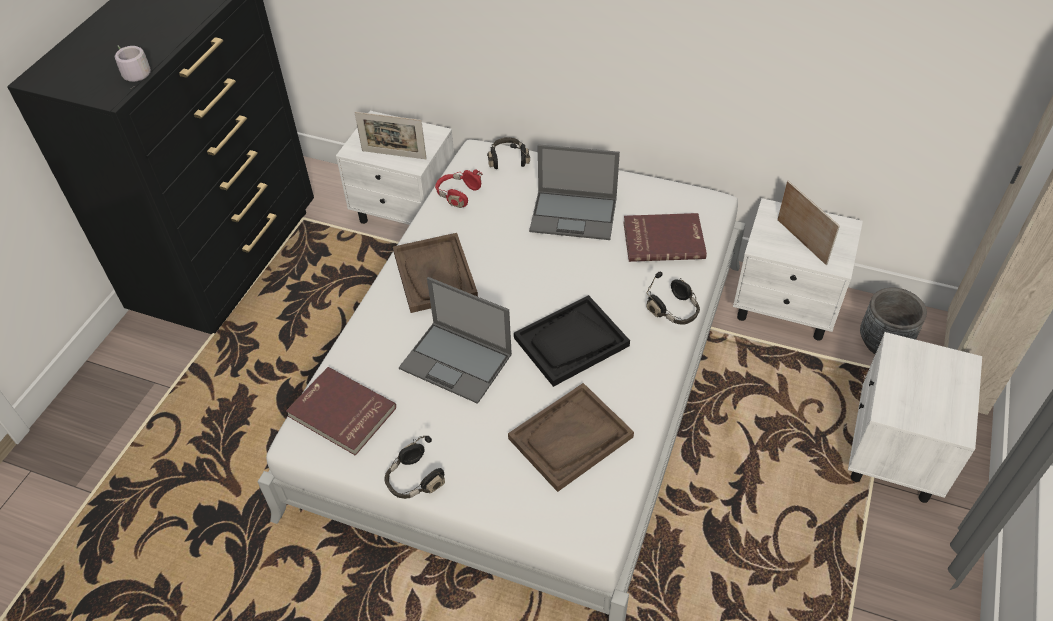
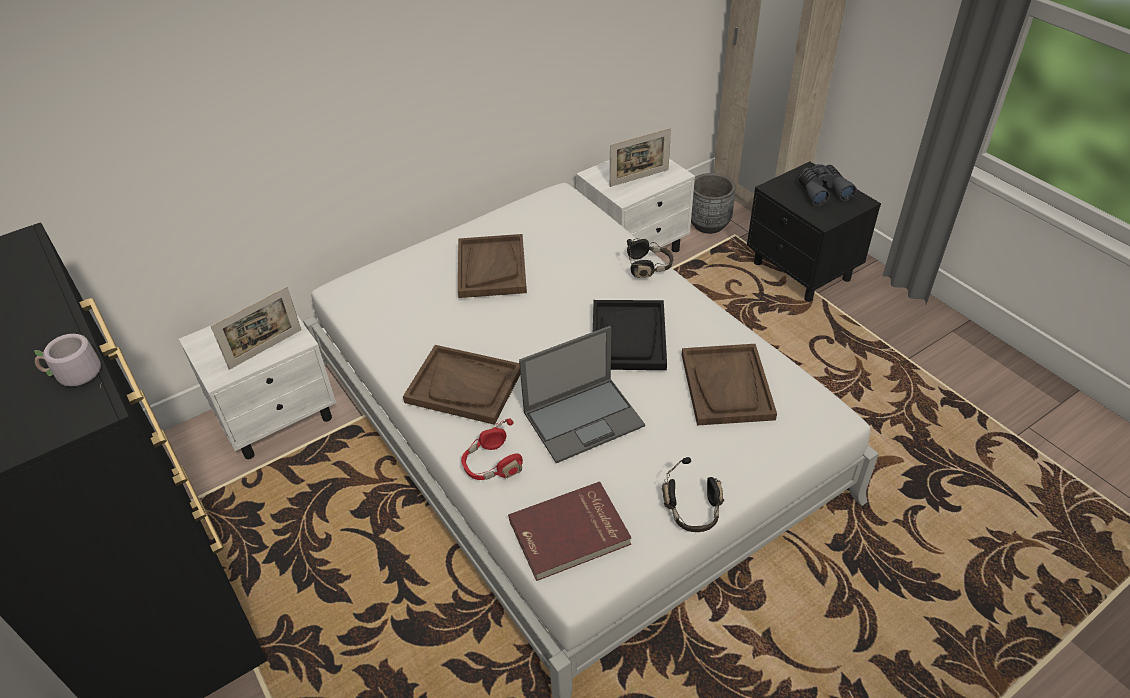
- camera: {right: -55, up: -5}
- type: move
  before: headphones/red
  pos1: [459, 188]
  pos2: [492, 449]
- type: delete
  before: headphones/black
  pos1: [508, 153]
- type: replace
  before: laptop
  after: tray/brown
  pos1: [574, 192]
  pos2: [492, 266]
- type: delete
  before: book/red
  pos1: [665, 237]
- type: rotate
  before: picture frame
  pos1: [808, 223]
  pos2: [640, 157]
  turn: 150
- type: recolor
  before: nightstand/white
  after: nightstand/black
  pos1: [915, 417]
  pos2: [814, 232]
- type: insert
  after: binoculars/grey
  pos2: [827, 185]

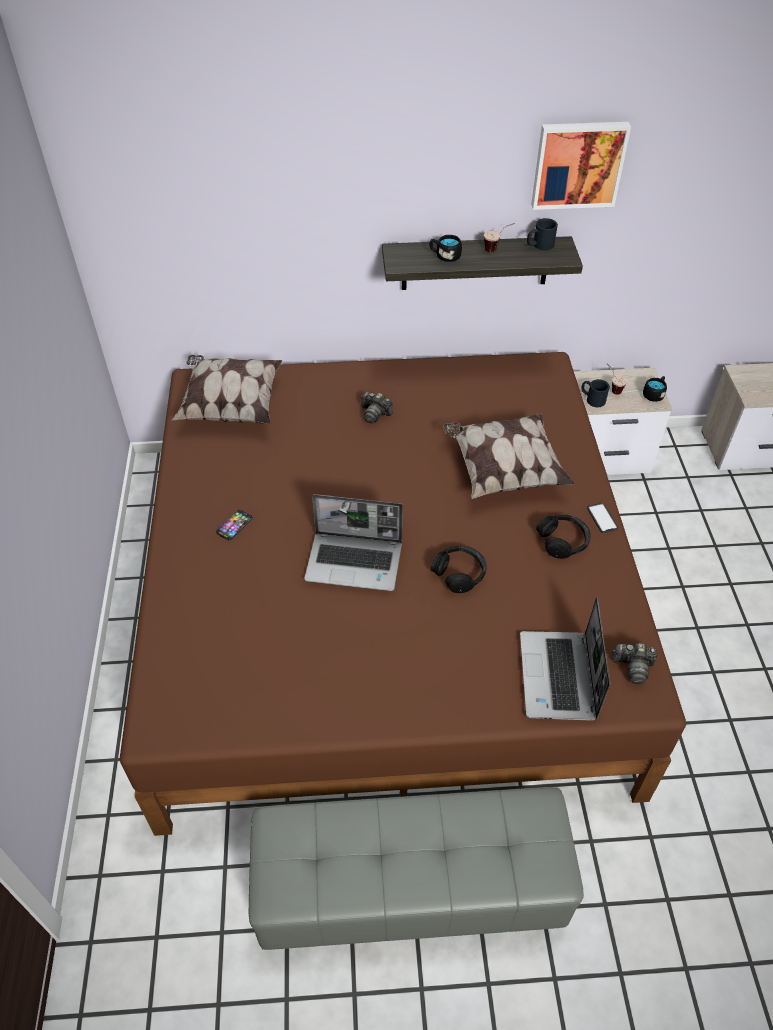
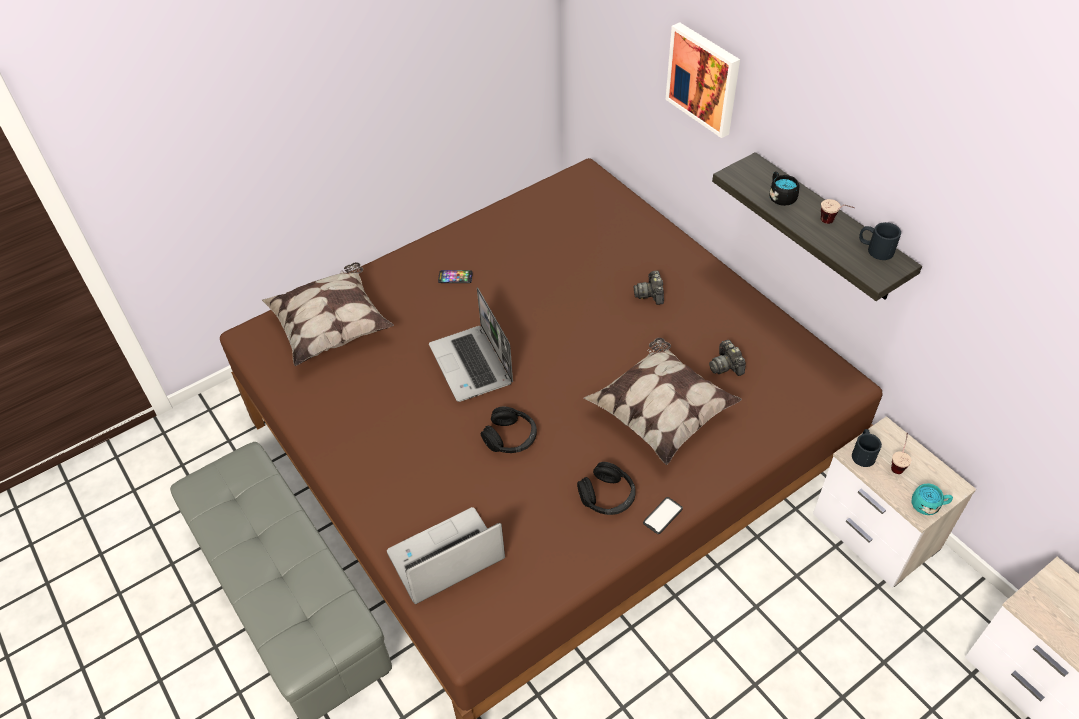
- camera: {right: 60, up: 0}
- type: move
  before: pillow
  pos1: [227, 389]
  pos2: [328, 314]
- type: move
  before: picture
  pos1: [581, 166]
  pos2: [702, 80]
- type: move
  before: photo camera
  pos1: [634, 663]
  pos2: [727, 358]
- type: recolor
  before: mug/black
  after: mug/turquoise
  pos1: [655, 389]
  pos2: [932, 499]

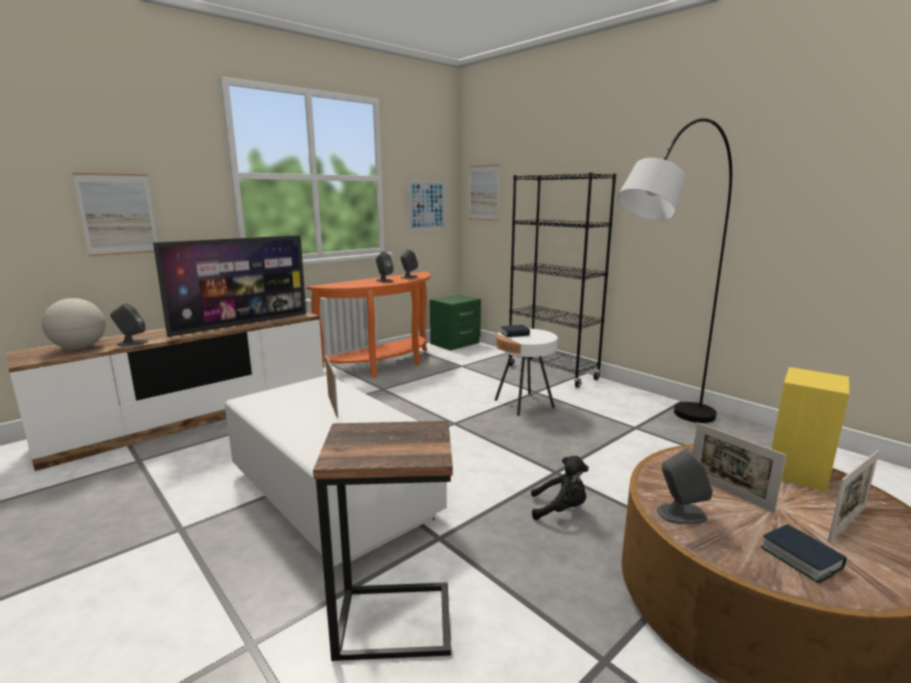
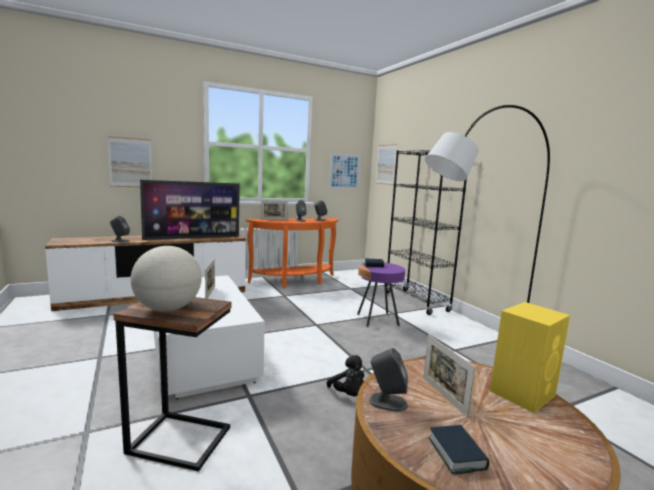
- camera: {right: 15, up: -5}
- type: move
  before: globe
  pos1: [74, 323]
  pos2: [166, 278]
- type: delete
  before: nightstand/green
  pos1: [455, 322]
- type: recolor
  before: side table/white
  after: side table/purple
  pos1: [526, 372]
  pos2: [381, 294]
- type: rotate
  before: plush toy/black
  pos1: [560, 488]
  pos2: [345, 375]
  turn: 45
- type: move
  before: picture frame
  pos1: [853, 496]
  pos2: [274, 210]

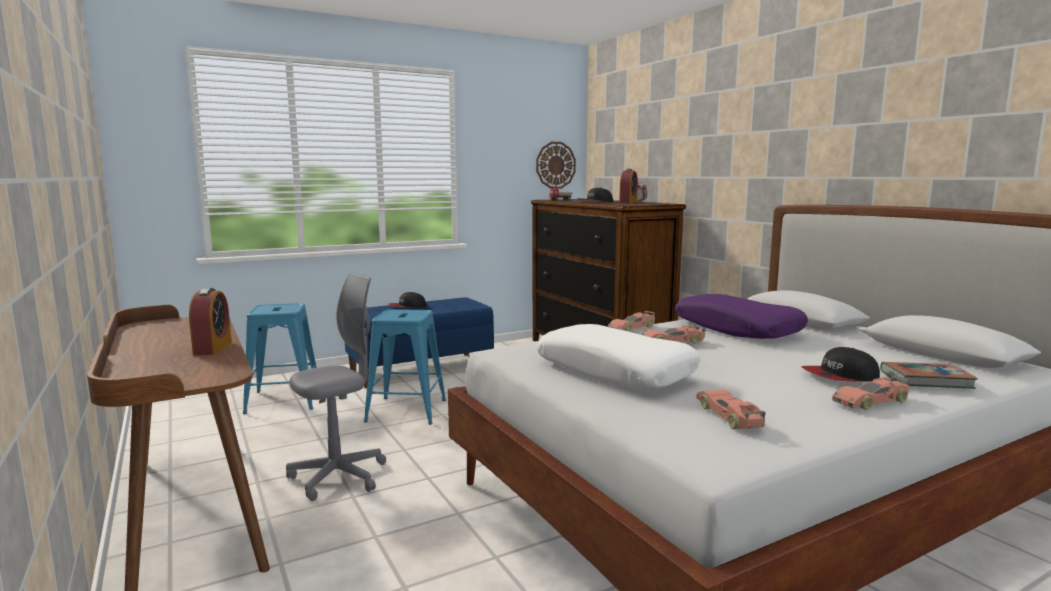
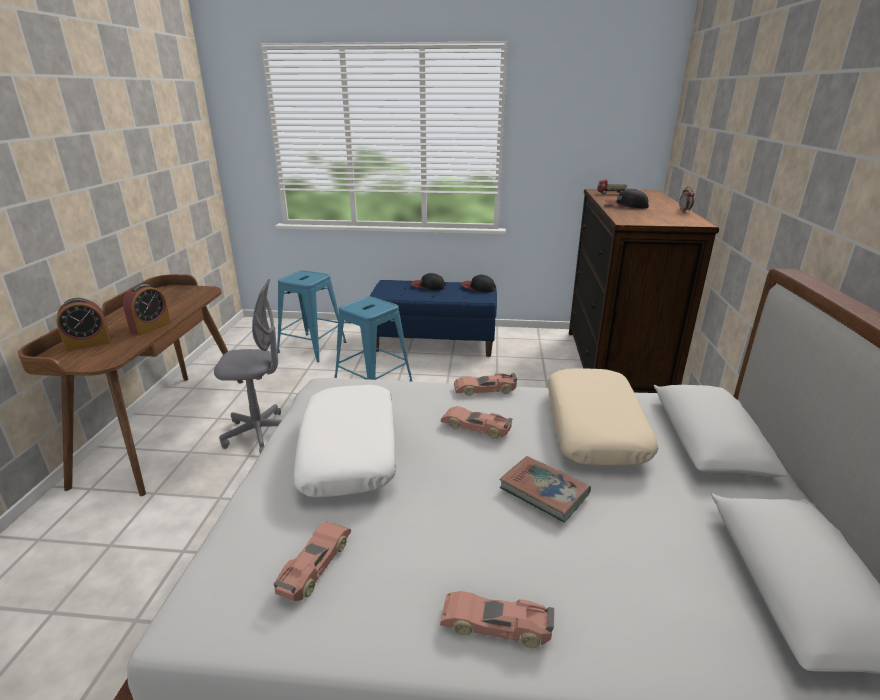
- camera: {right: 35, up: 15}
- type: delete
  before: wall clock
  pos1: [556, 165]
- type: move
  before: alarm clock
  pos1: [628, 186]
  pos2: [83, 324]
- type: recolor
  before: pillow/purple
  after: pillow/beige
  pos1: [741, 316]
  pos2: [603, 417]
- type: move
  before: cap
  pos1: [840, 364]
  pos2: [478, 283]
- type: move
  before: book
  pos1: [929, 375]
  pos2: [545, 489]

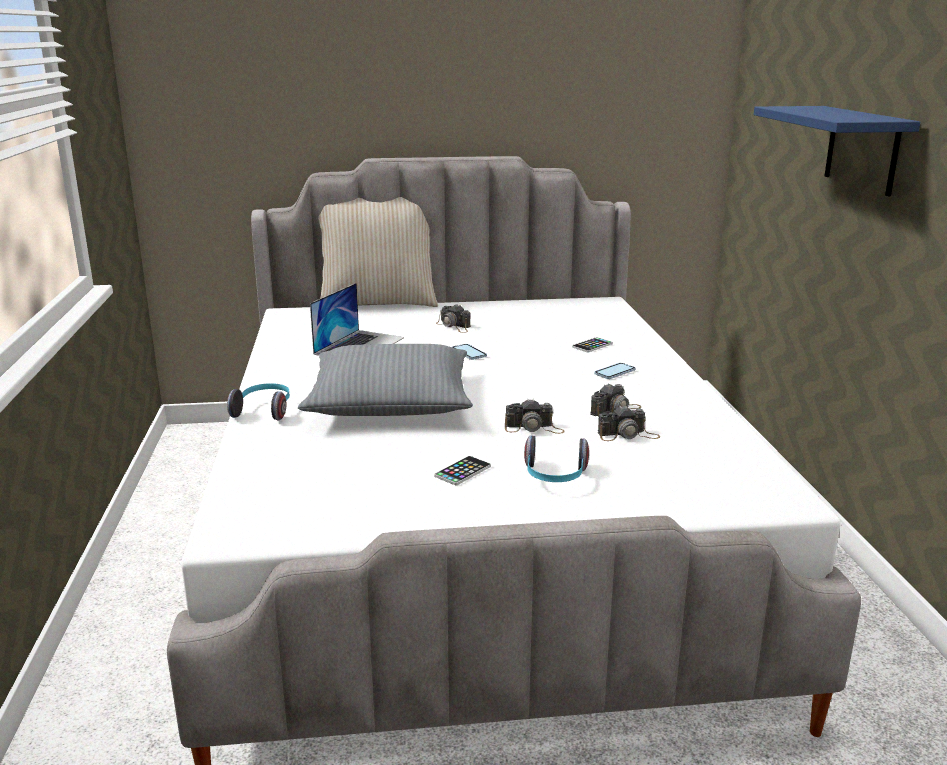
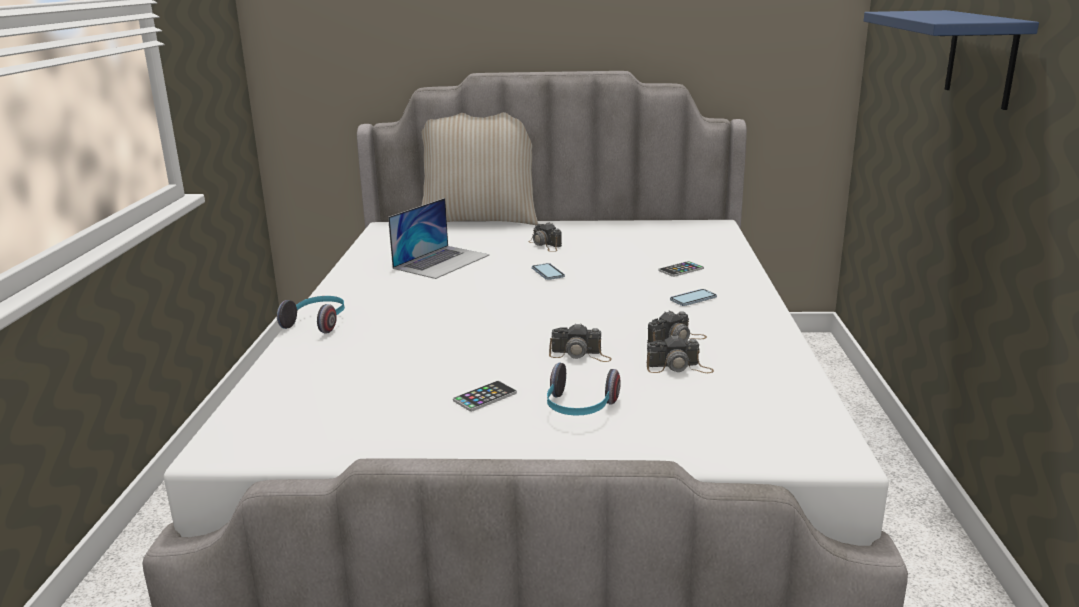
- camera: {right: 10, up: 0}
- type: delete
  before: pillow/grey
  pos1: [385, 380]

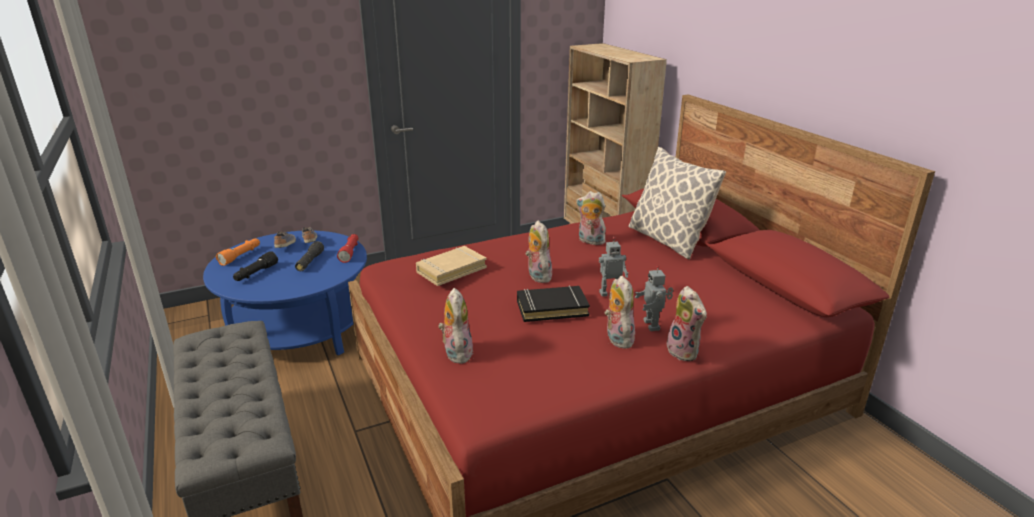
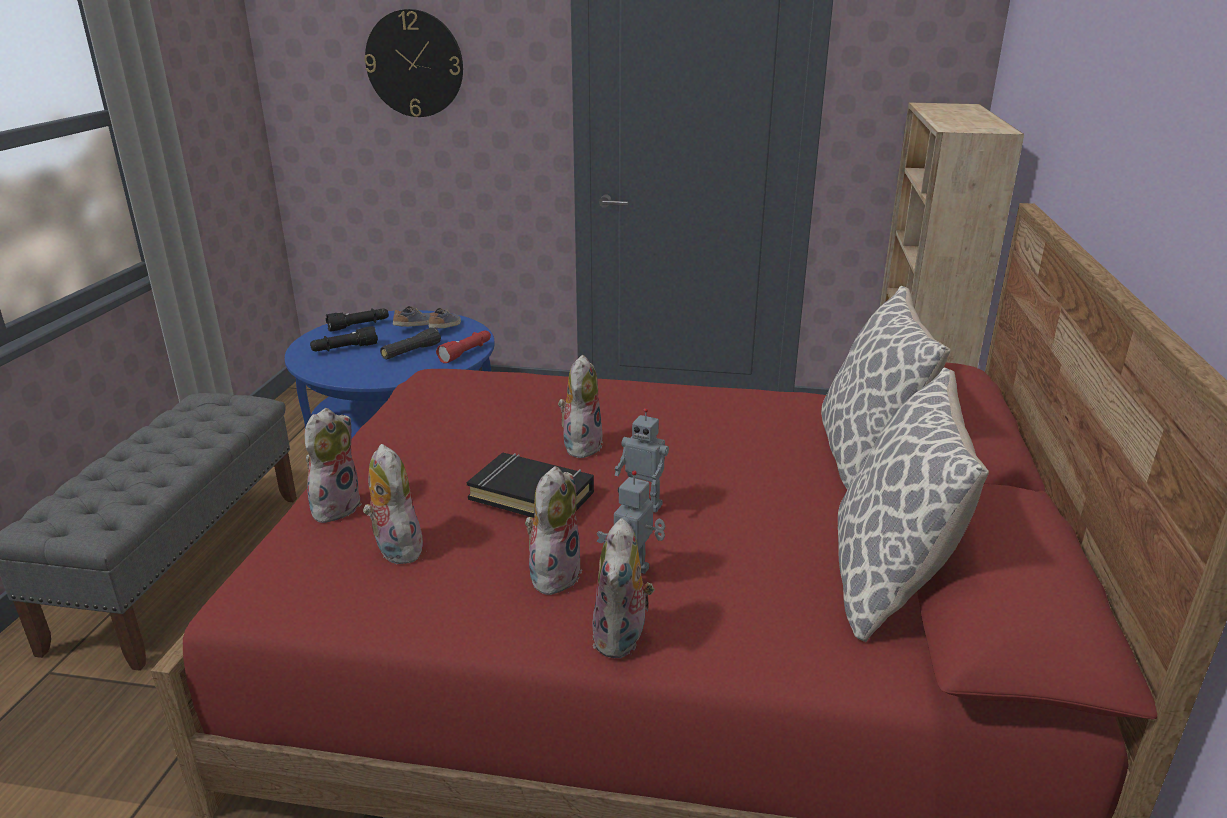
- camera: {right: 35, up: 0}
- type: recolor
  before: flashlight/orange
  after: flashlight/black
  pos1: [238, 252]
  pos2: [357, 320]
- type: delete
  before: book/beige
  pos1: [451, 266]
- type: move
  before: plush toy
  pos1: [591, 218]
  pos2: [393, 504]
- type: insert
  after: wall clock
  pos2: [413, 63]
- type: insert
  after: pillow
  pos2: [913, 505]

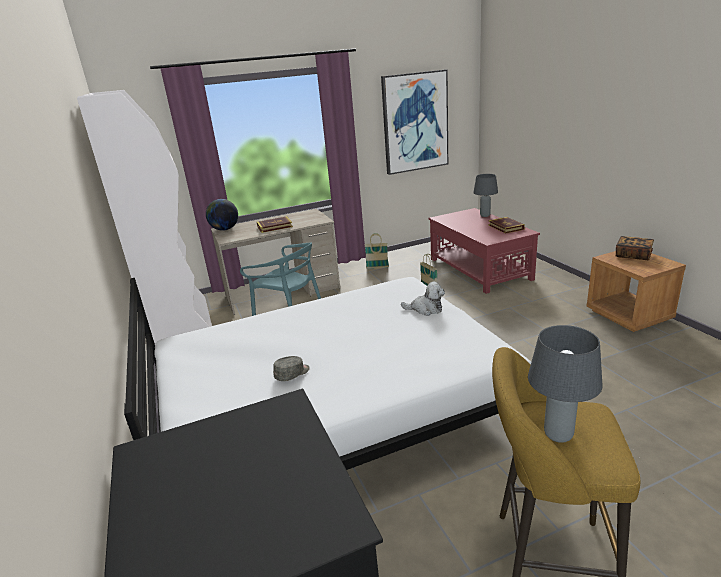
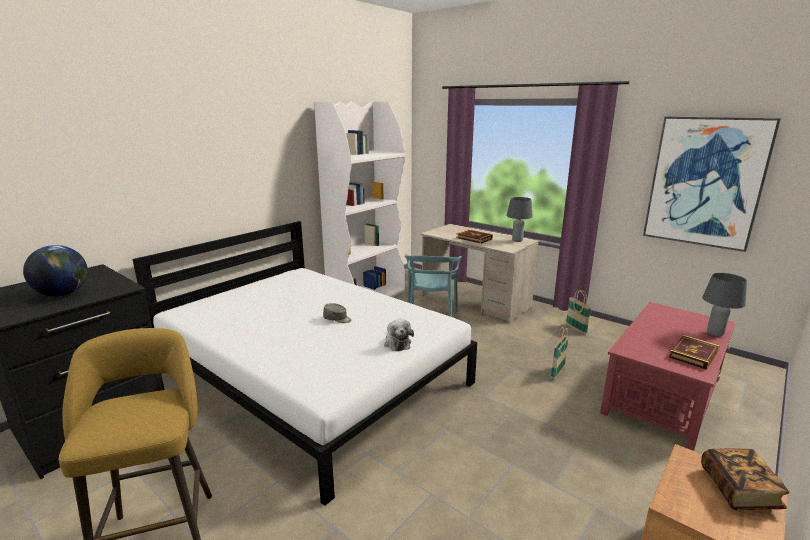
- camera: {right: 60, up: -5}
- type: move
  before: globe
  pos1: [222, 215]
  pos2: [55, 271]
- type: move
  before: cap/grey
  pos1: [291, 368]
  pos2: [337, 313]
- type: move
  before: table lamp/grey
  pos1: [565, 384]
  pos2: [520, 219]

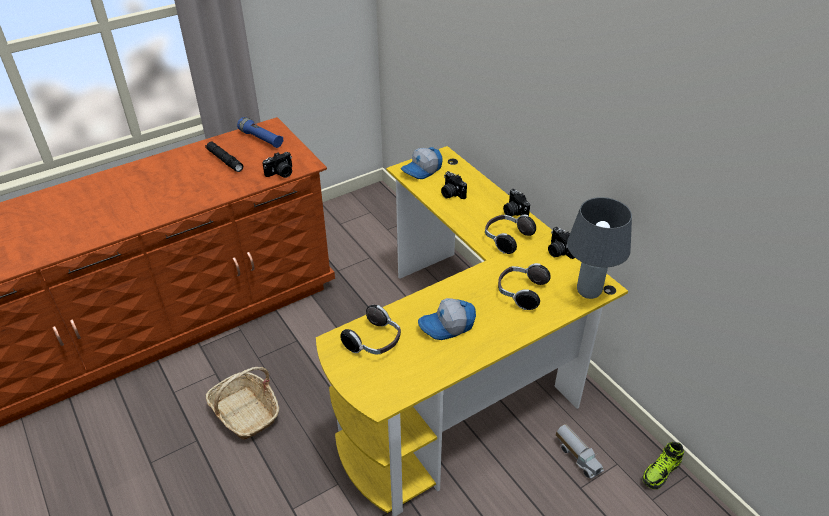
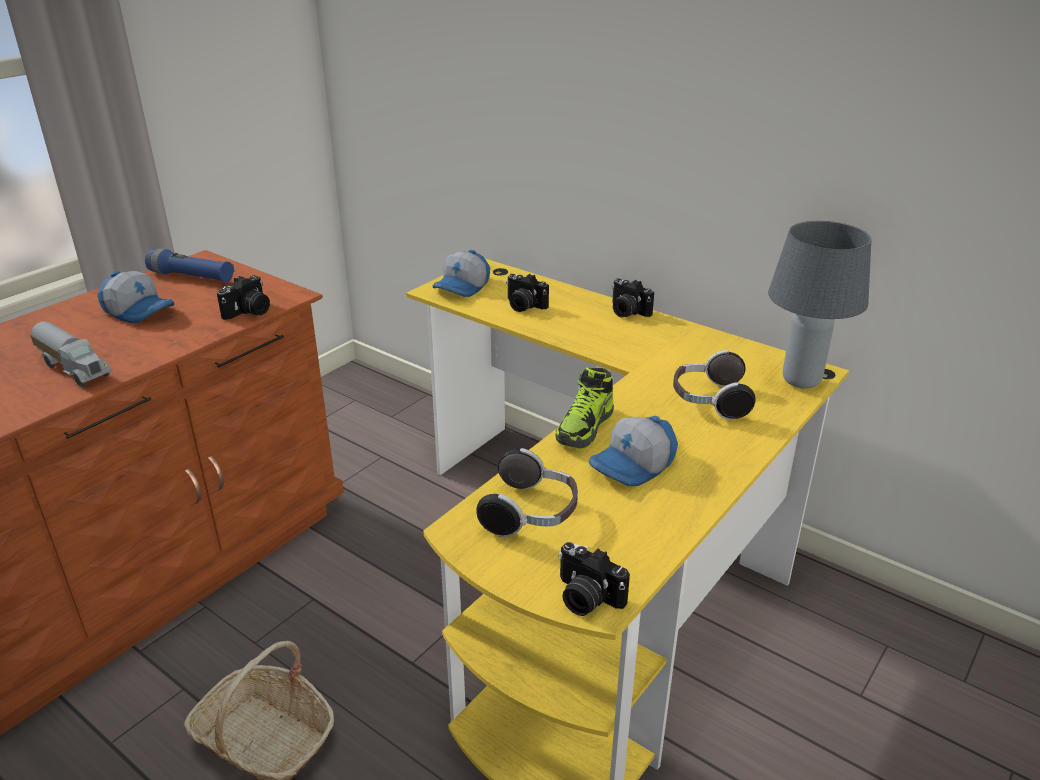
- camera: {right: -20, up: -10}
- type: replace
  before: flashlight/black
  after: cap
  pos1: [224, 157]
  pos2: [135, 297]
- type: delete
  before: headphones
  pos1: [510, 234]
- type: move
  before: photo camera
  pos1: [561, 243]
  pos2: [594, 579]
- type: move
  before: toy truck
  pos1: [580, 451]
  pos2: [71, 354]
- type: move
  before: shoe
  pos1: [663, 466]
  pos2: [584, 409]

